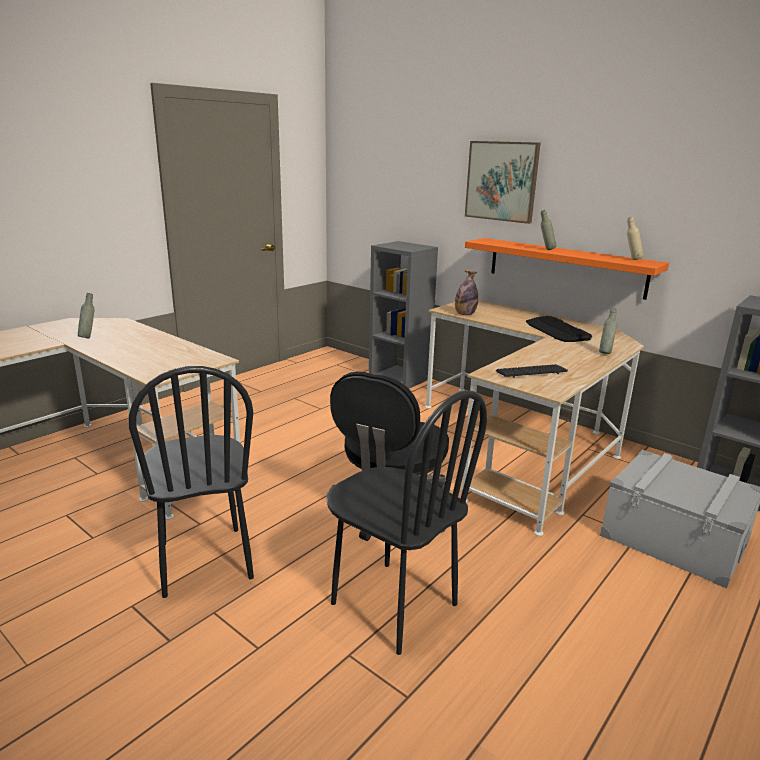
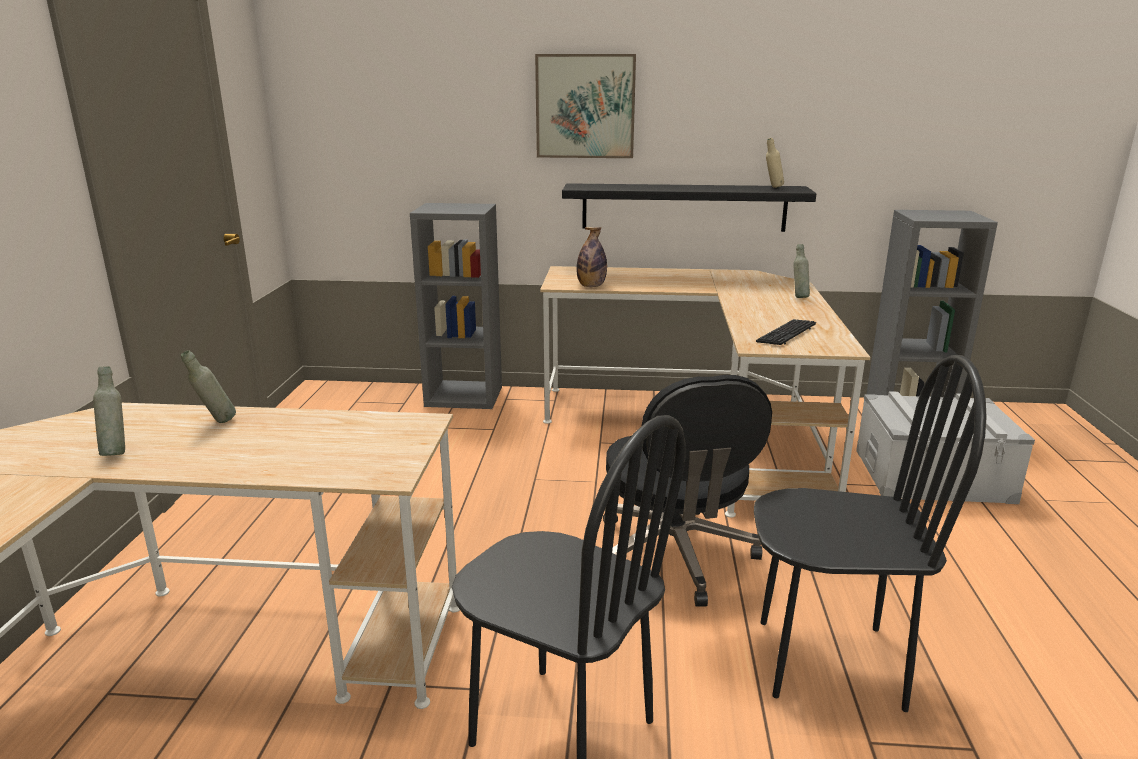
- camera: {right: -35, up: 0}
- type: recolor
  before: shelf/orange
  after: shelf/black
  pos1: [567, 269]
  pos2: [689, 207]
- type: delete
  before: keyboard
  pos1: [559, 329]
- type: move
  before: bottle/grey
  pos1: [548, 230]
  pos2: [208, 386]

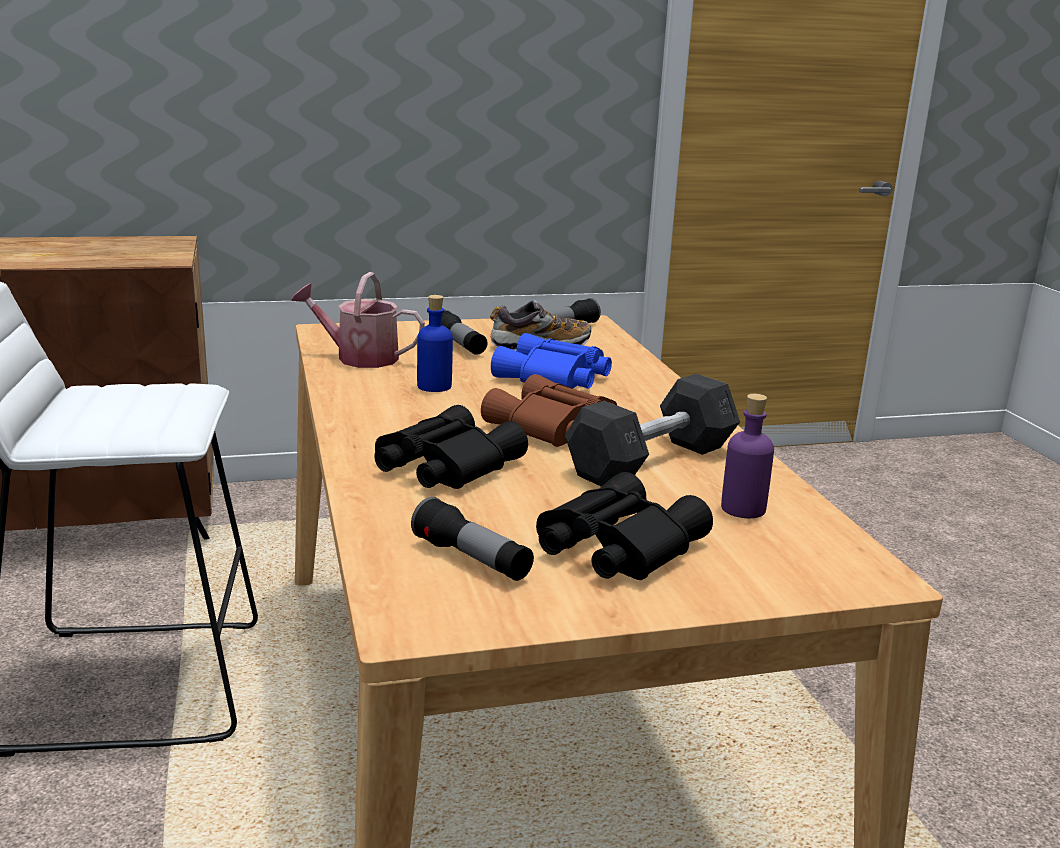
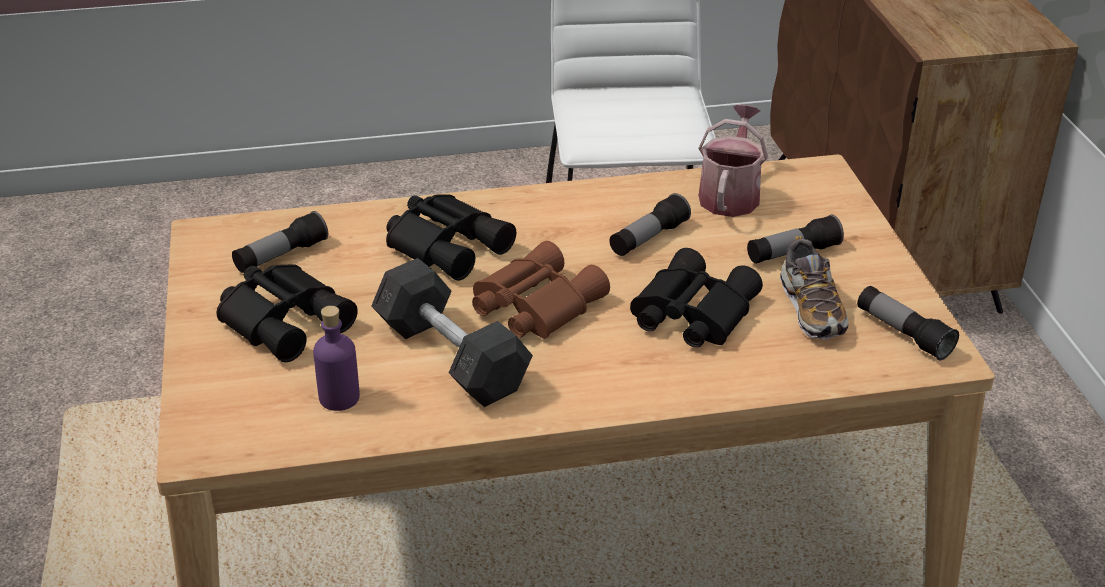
- camera: {right: 95, up: 15}
- type: replace
  before: bottle/blue
  after: flashlight
  pos1: [435, 343]
  pos2: [650, 224]
- type: recolor
  before: binoculars/blue
  after: binoculars/black
  pos1: [551, 361]
  pos2: [696, 298]

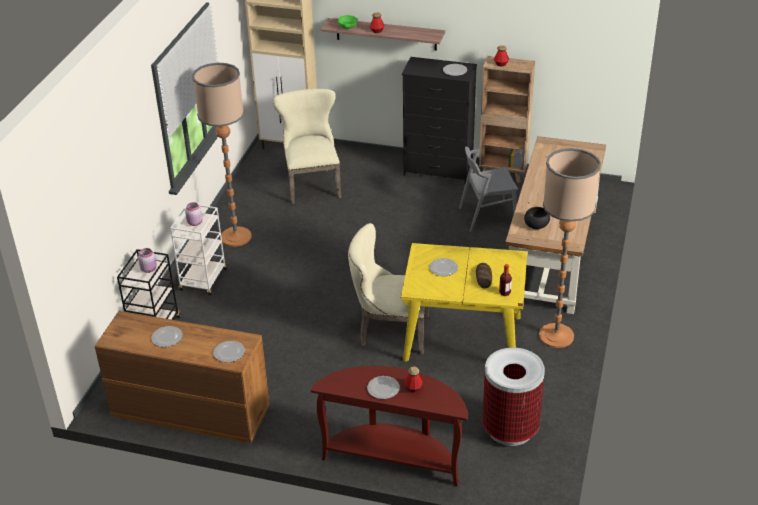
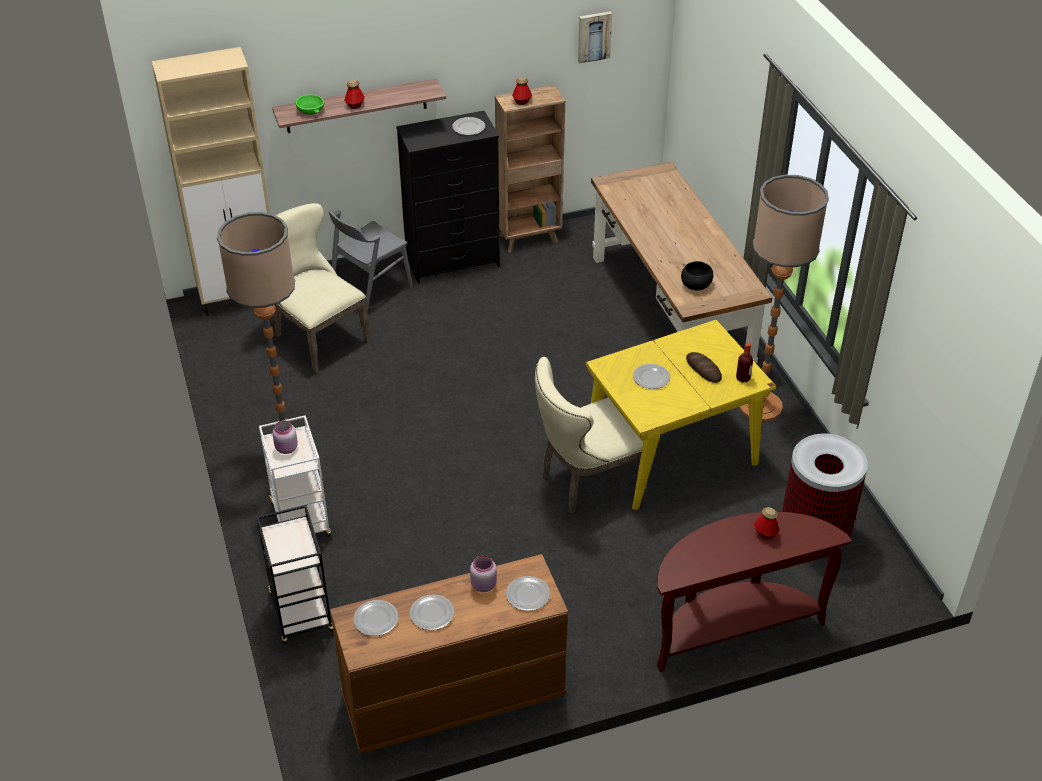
- camera: {right: -35, up: 5}
- type: move
  before: jar/pink
  pos1: [147, 260]
  pos2: [483, 573]
- type: move
  before: plate
  pos1: [383, 387]
  pos2: [376, 618]
- type: move
  before: chair/grey
  pos1: [488, 189]
  pos2: [371, 261]
- type: insert
  after: picture
  pos2: [595, 37]

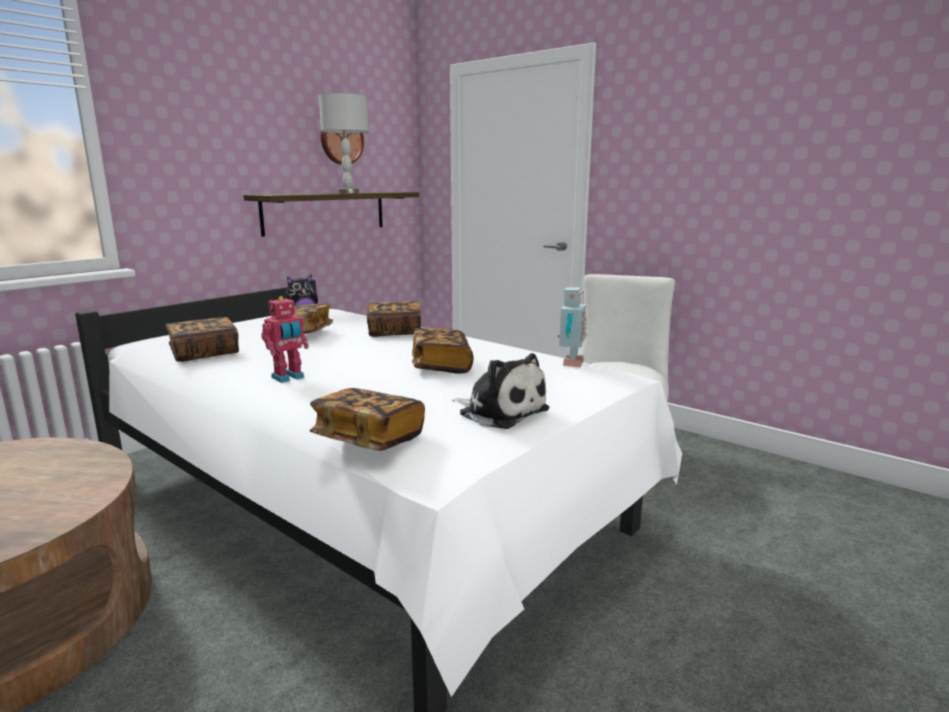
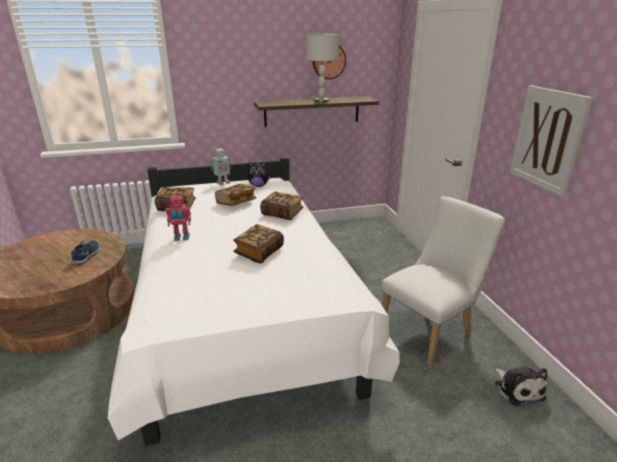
- camera: {right: 35, up: 10}
- type: delete
  before: book
  pos1: [367, 419]
- type: move
  before: plush toy
  pos1: [500, 391]
  pos2: [521, 386]
- type: move
  before: toy robot
  pos1: [573, 327]
  pos2: [220, 167]
- type: insert
  after: shoe/blue
  pos2: [85, 252]
- type: insert
  after: picture
  pos2: [551, 141]

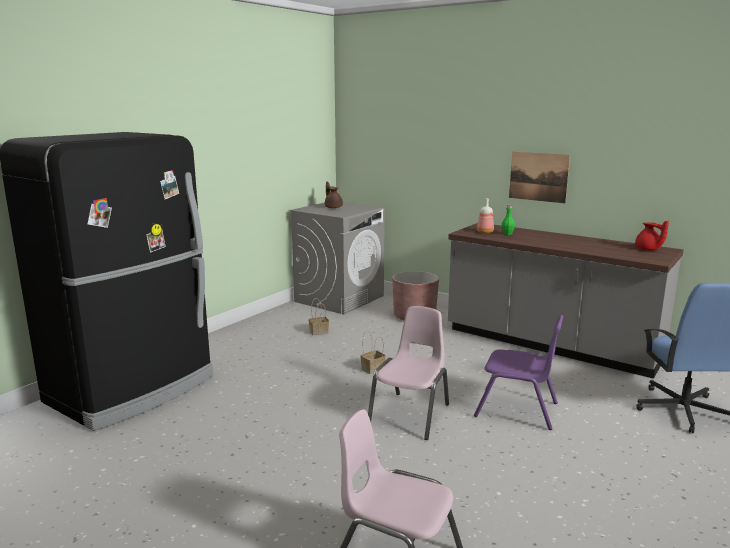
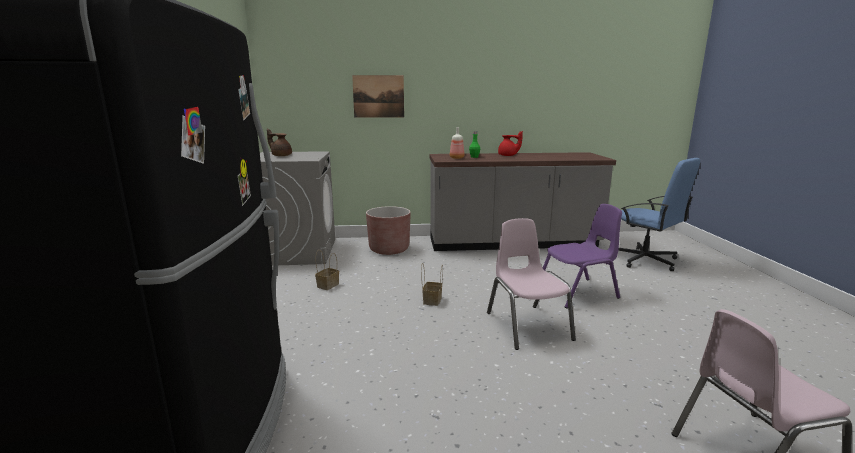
- camera: {right: -40, up: 0}
- type: move
  before: picture
  pos1: [539, 177]
  pos2: [378, 96]
- type: move
  before: teapot/red
  pos1: [652, 235]
  pos2: [510, 143]

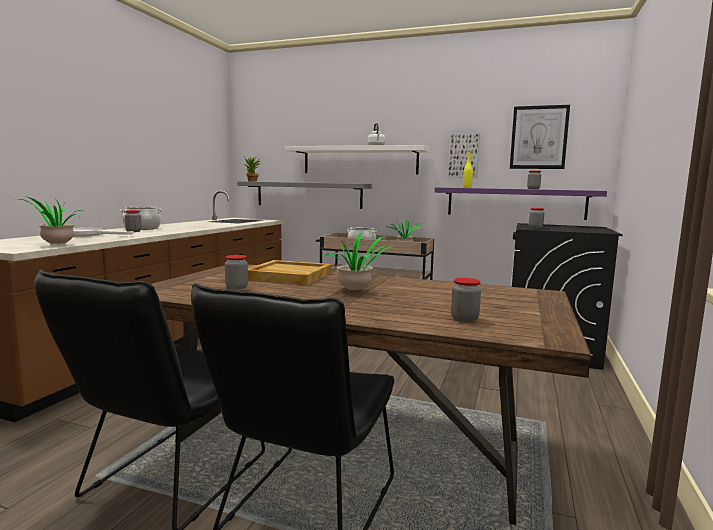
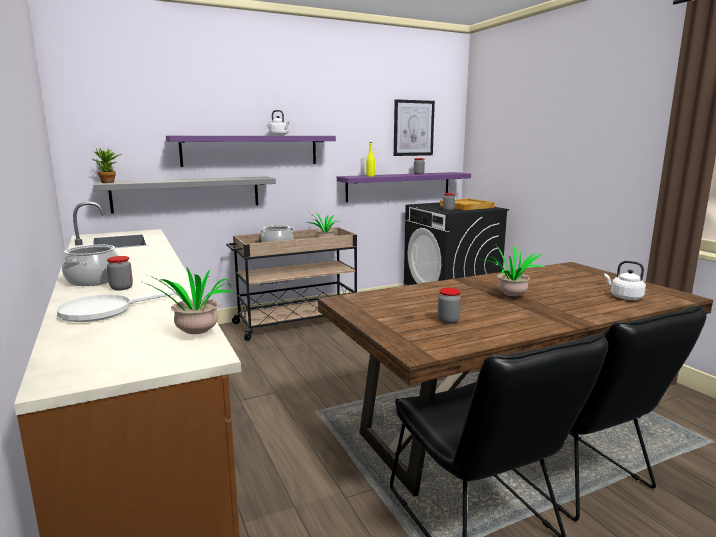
- camera: {right: -45, up: 5}
- type: move
  before: tray/beige
  pos1: [290, 272]
  pos2: [467, 204]
- type: recolor
  before: shelf/white
  after: shelf/purple
  pos1: [357, 159]
  pos2: [251, 151]
- type: delete
  before: picture
  pos1: [464, 155]
- type: replace
  before: jar
  after: kettle/white
  pos1: [466, 300]
  pos2: [625, 280]

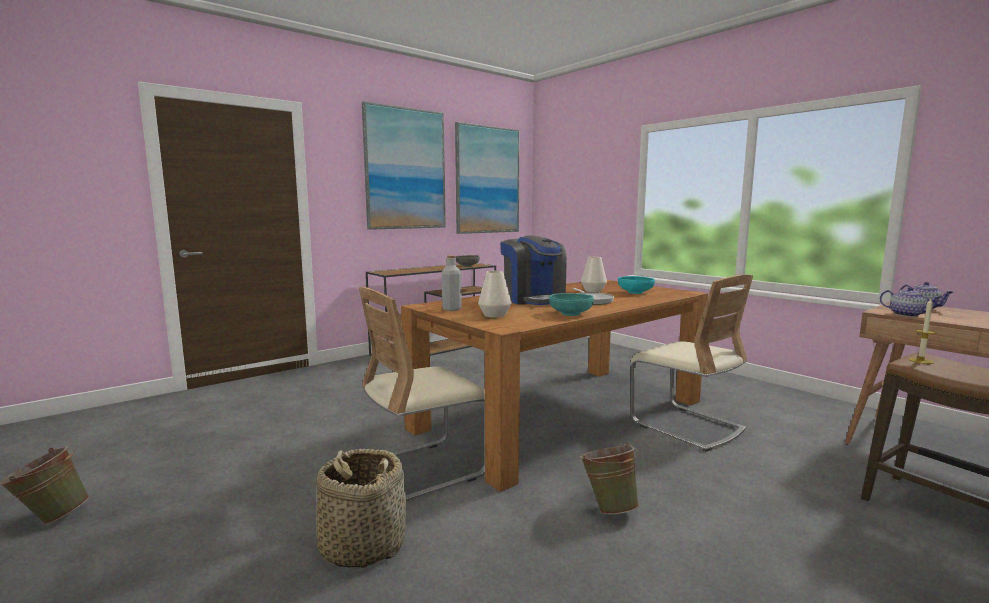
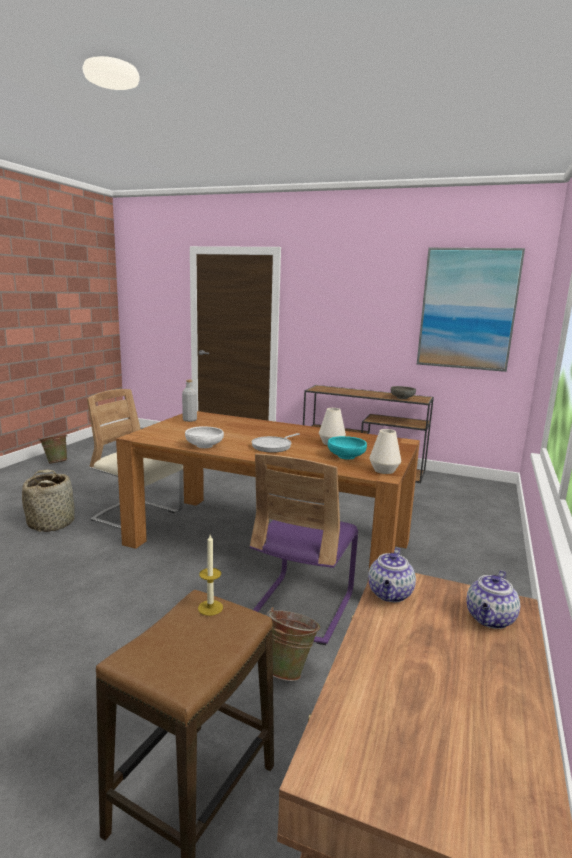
- camera: {right: 60, up: 5}
- type: delete
  before: picture
  pos1: [404, 165]
- type: move
  before: vase/white
  pos1: [495, 294]
  pos2: [385, 451]
- type: delete
  before: coffee machine
  pos1: [533, 270]
- type: recolor
  before: bowl/turquoise
  after: bowl/white
  pos1: [571, 304]
  pos2: [204, 437]
- type: move
  before: bucket/green
  pos1: [609, 478]
  pos2: [293, 644]
- type: recolor
  before: chair/beige
  after: chair/purple
  pos1: [691, 363]
  pos2: [304, 549]

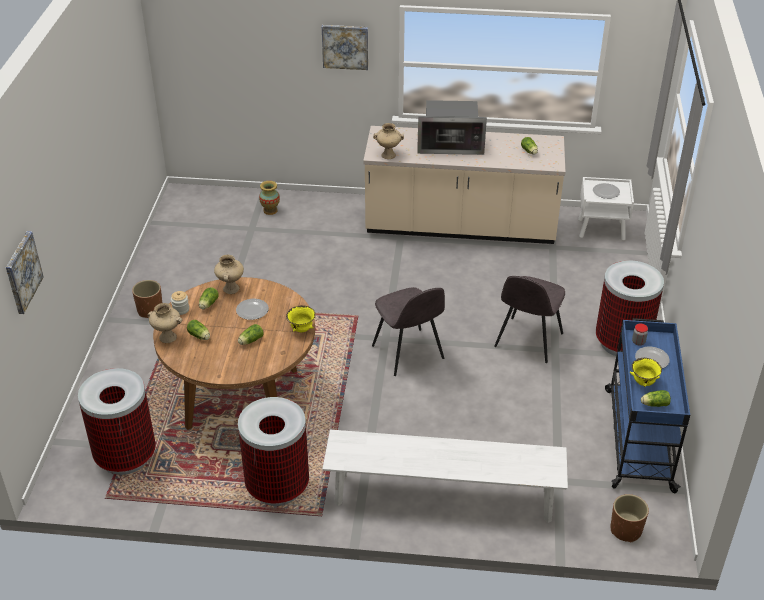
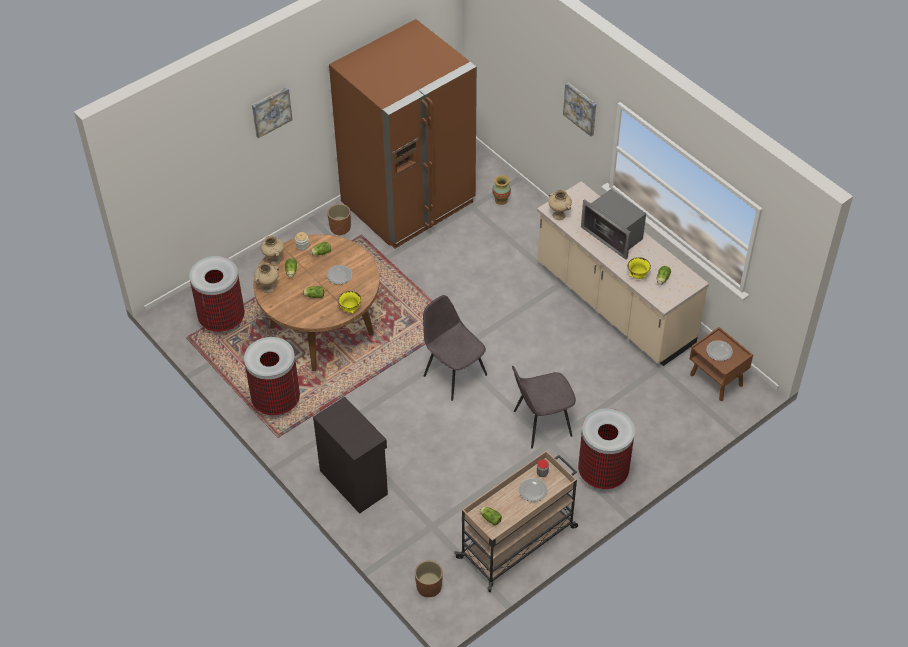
- camera: {right: 45, up: 10}
- type: move
  before: picture
  pos1: [25, 272]
  pos2: [272, 112]
- type: move
  before: vase/beige
  pos1: [229, 274]
  pos2: [266, 277]
- type: replace
  before: bench/white
  after: cabinet/black
  pos1: [445, 476]
  pos2: [350, 455]
- type: rotate
  before: chair/grey
  pos1: [408, 331]
  pos2: [455, 348]
  turn: 120
- type: recolor
  before: nightstand/white
  after: nightstand/brown
  pos1: [606, 209]
  pos2: [721, 364]
- type: recolor
  before: cart/blue
  after: cart/beige
  pos1: [647, 405]
  pos2: [516, 521]
- type: move
  before: bowl/yellow
  pos1: [646, 372]
  pos2: [639, 268]
- type: insert
  after: fridge/brown
  pos2: [403, 134]

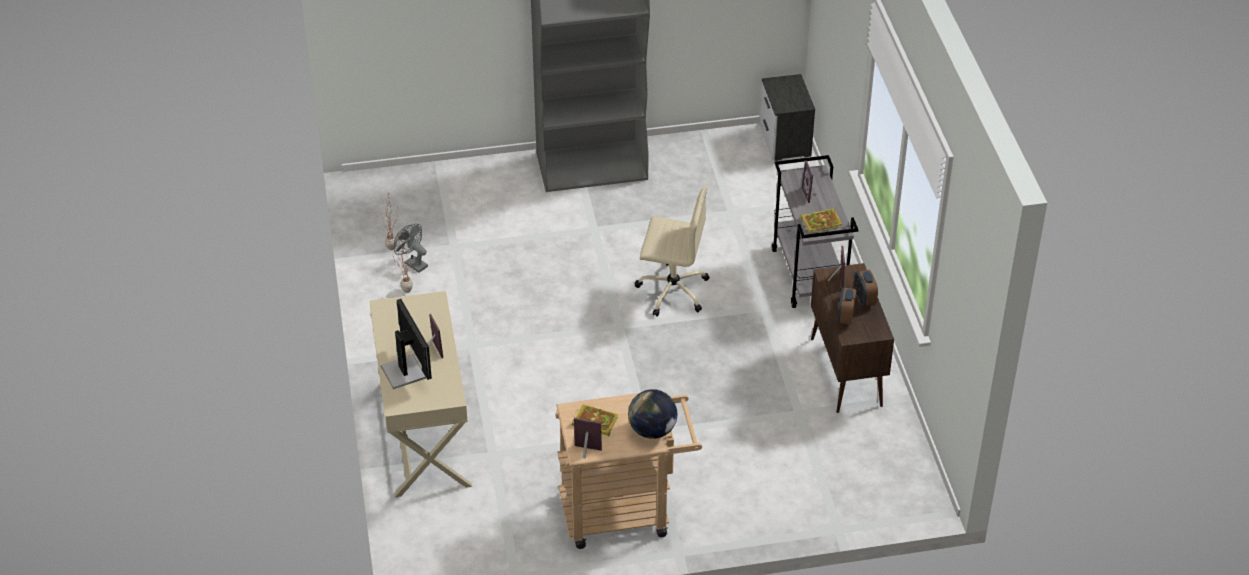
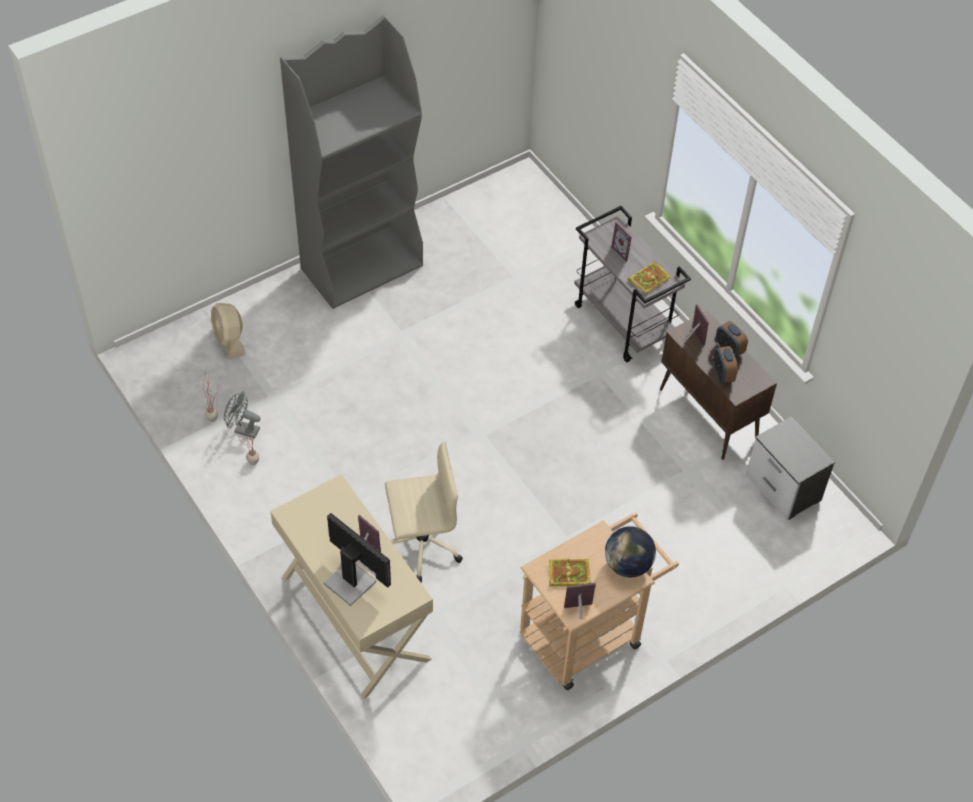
- camera: {right: -25, up: 10}
- type: move
  before: office chair/beige
  pos1: [672, 251]
  pos2: [424, 512]
- type: move
  before: nightstand
  pos1: [787, 117]
  pos2: [790, 468]
- type: insert
  after: fan/beige
  pos2: [228, 331]

